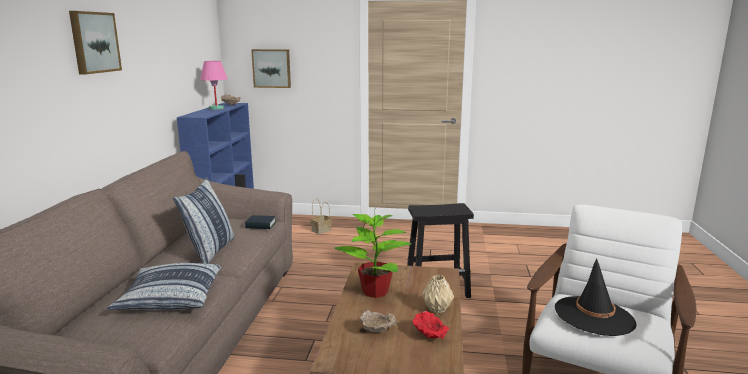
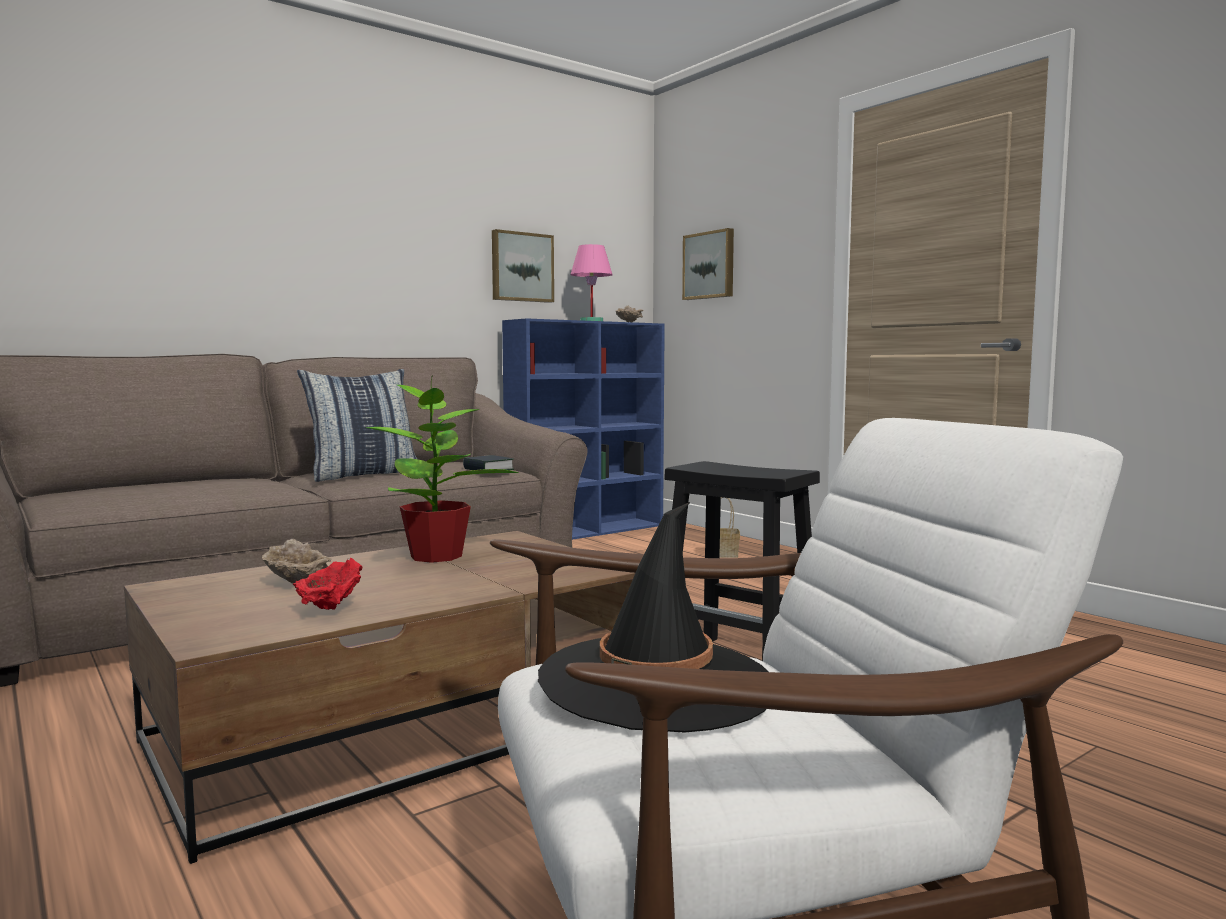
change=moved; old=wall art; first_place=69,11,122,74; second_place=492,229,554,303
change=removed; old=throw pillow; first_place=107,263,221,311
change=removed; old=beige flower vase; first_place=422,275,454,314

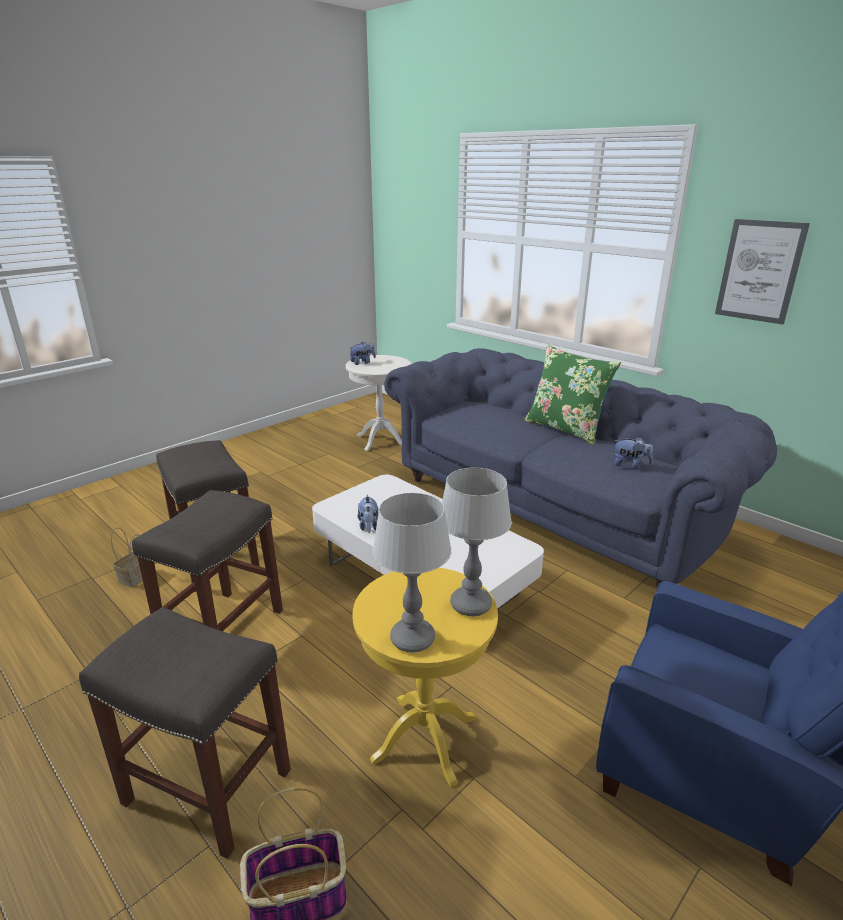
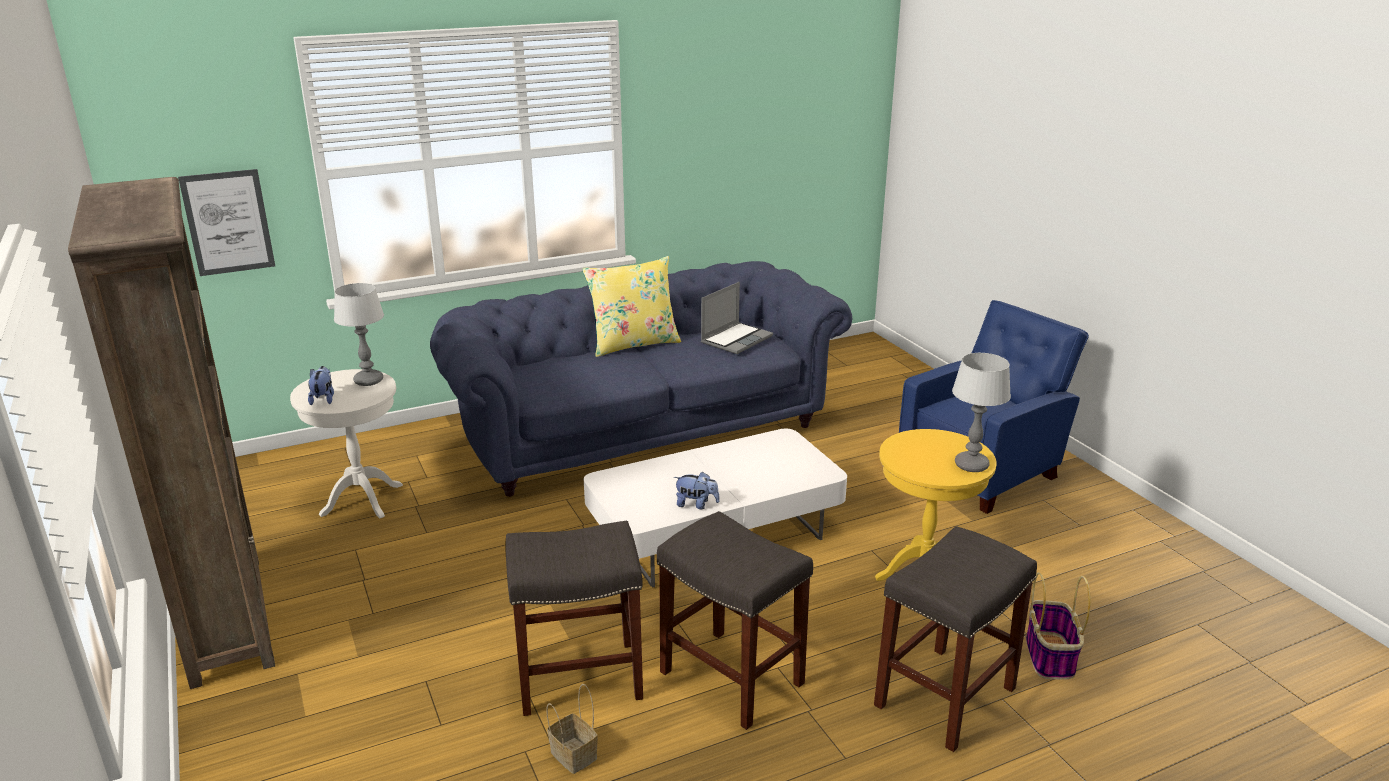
change=moved; old=wall art; first_place=715,219,810,325; second_place=178,169,275,276
change=recoloured; old=green-coloured throw pillow; new=yellowish throw pillow; first_place=524,345,621,444; second_place=582,256,681,357
change=replaced; old=soft toy; new=laptop; first_place=613,437,653,469; second_place=701,282,773,354
change=moved; old=tabletop lamp; first_place=442,468,512,616; second_place=334,283,384,386
change=added; new=brownish bookshelf; second_place=68,177,275,689

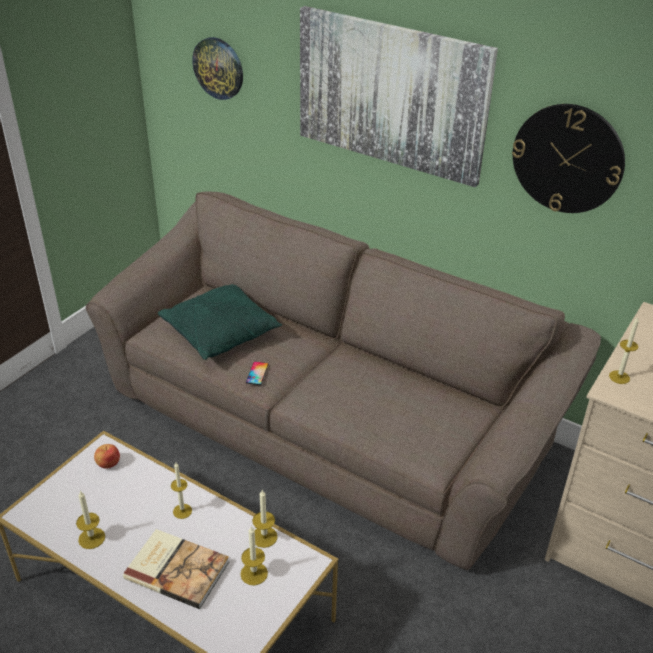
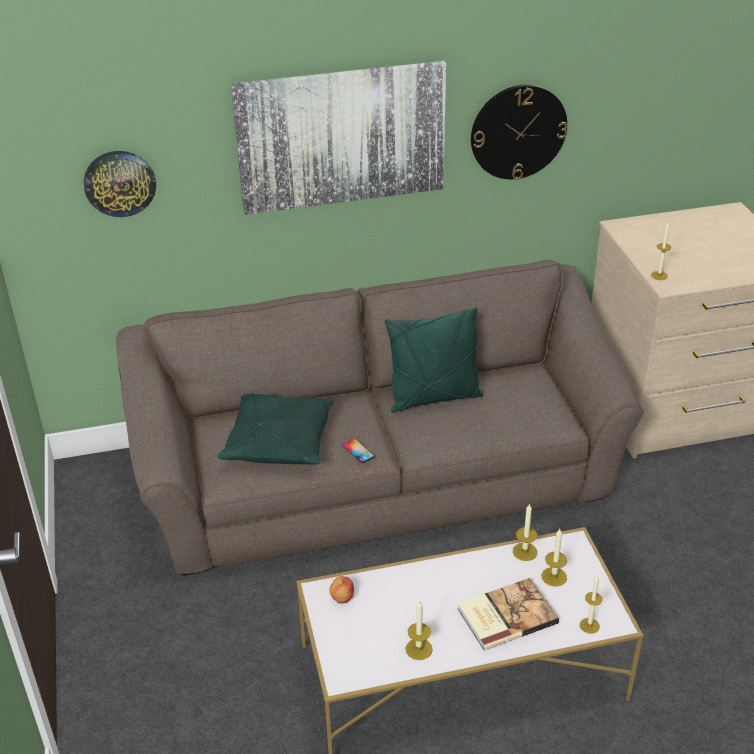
change=moved; old=wax candle; first_place=171,463,192,519; second_place=580,575,602,634
change=added; new=green-coloured throw pillow; second_place=385,307,483,412

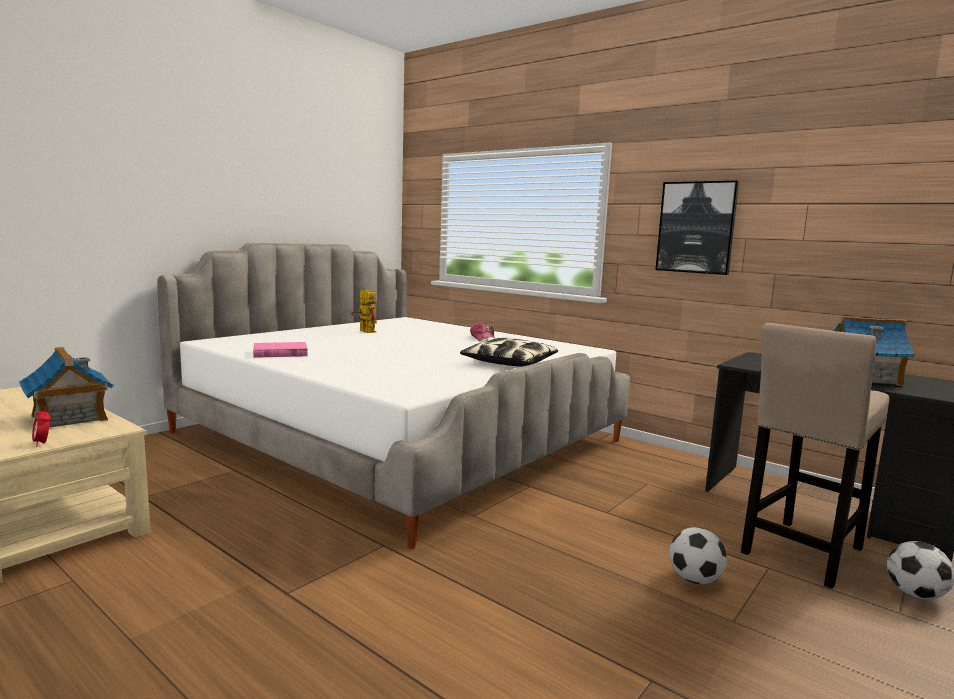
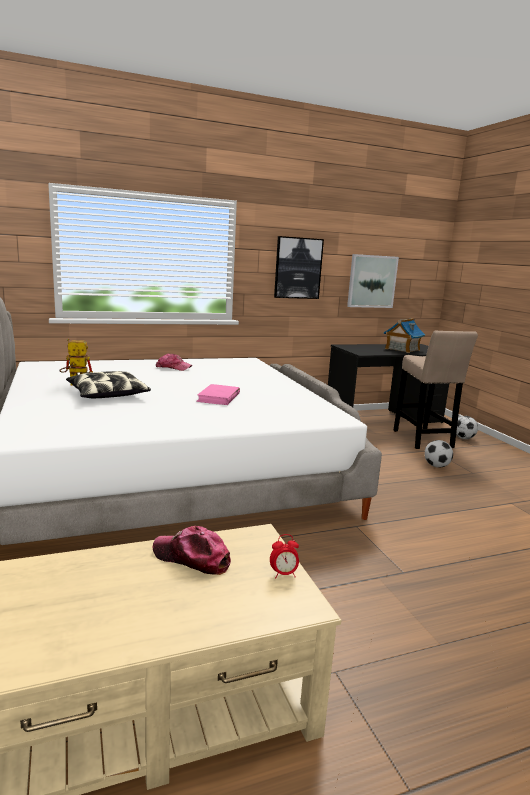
change=moved; old=throw pillow; first_place=460,338,558,366; second_place=66,371,151,398
change=moved; old=pinkish book; first_place=253,342,308,358; second_place=196,384,240,405
change=replaced; old=miniature house; new=peaked cap; first_place=19,347,114,428; second_place=153,526,231,575
change=added; new=wall art; second_place=347,254,399,308

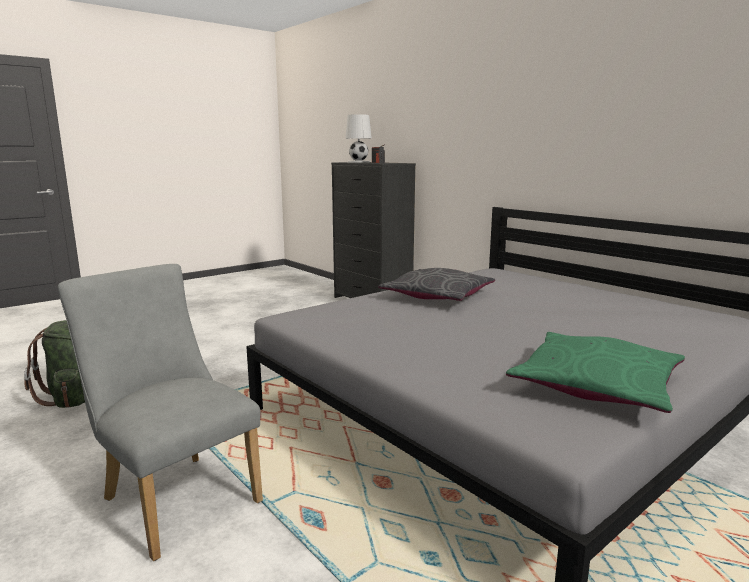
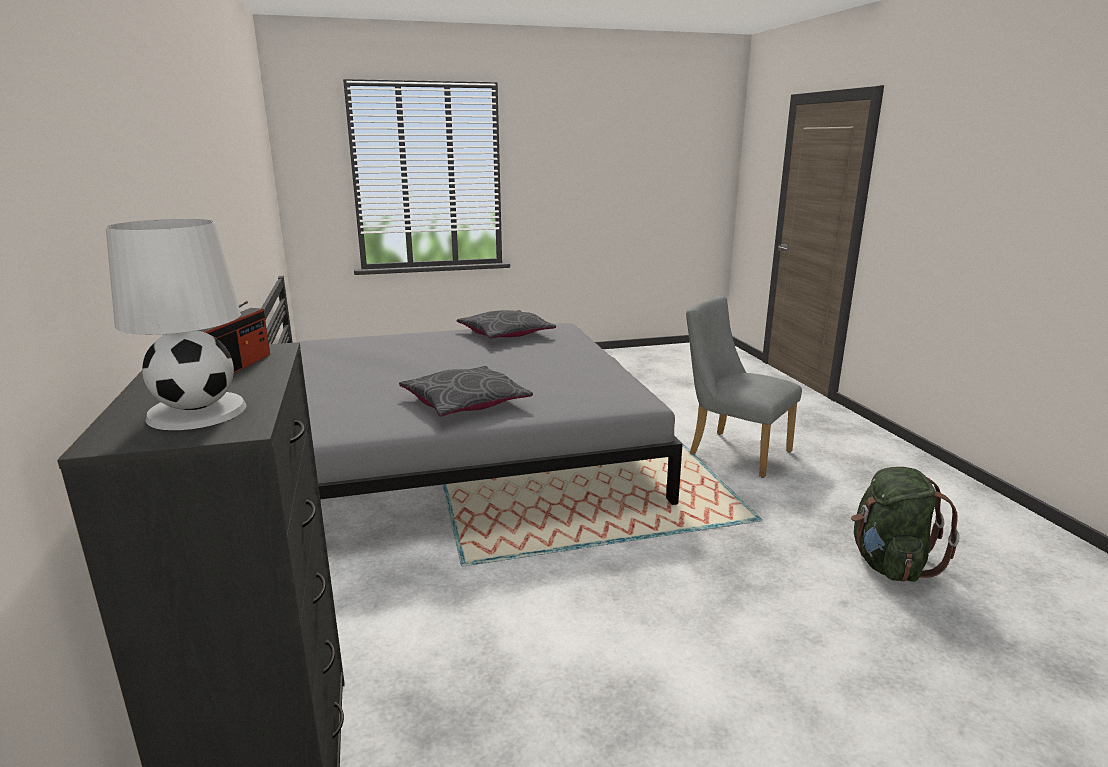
change=turned; old=gray chair; first_place=58,264,263,561; second_place=686,296,802,478; degrees=150
change=recoloured; old=green-coloured throw pillow; new=gray throw pillow; first_place=506,332,685,413; second_place=457,310,556,338

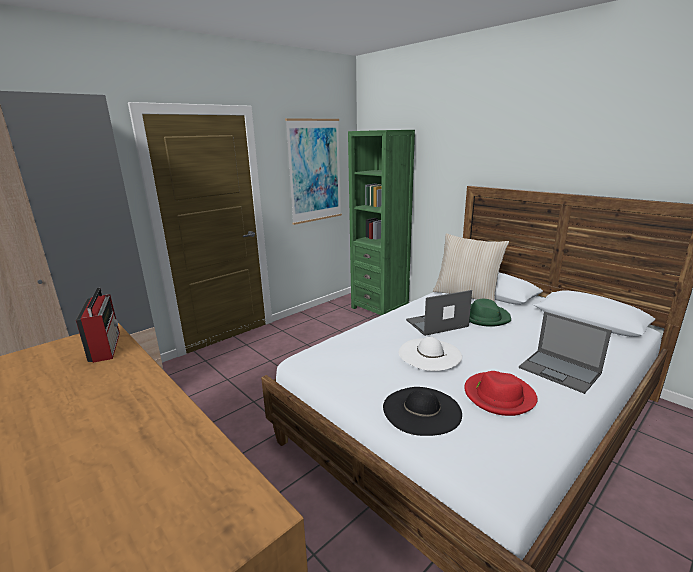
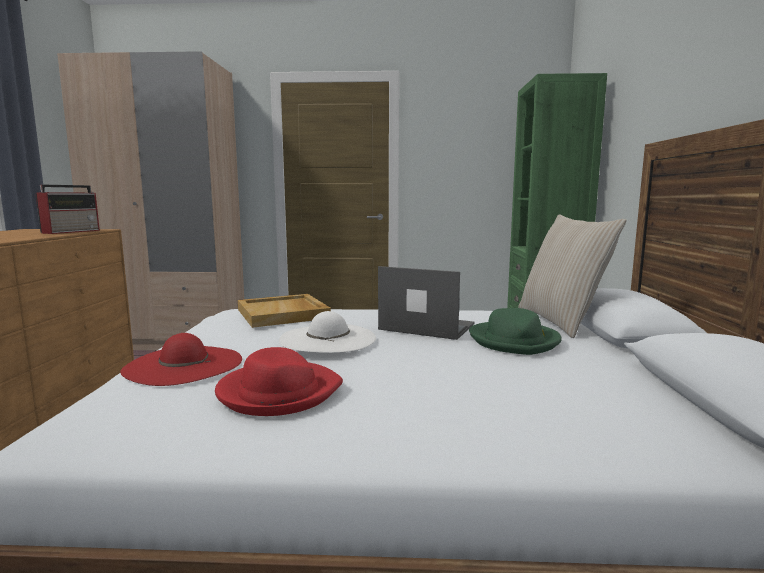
change=removed; old=wall art; first_place=285,118,342,225
change=removed; old=laptop; first_place=519,312,612,394
change=recoloured; old=black hat; new=red-coloured hat; first_place=383,387,462,436; second_place=120,333,242,386
change=added; new=beige tray; second_place=238,294,331,328

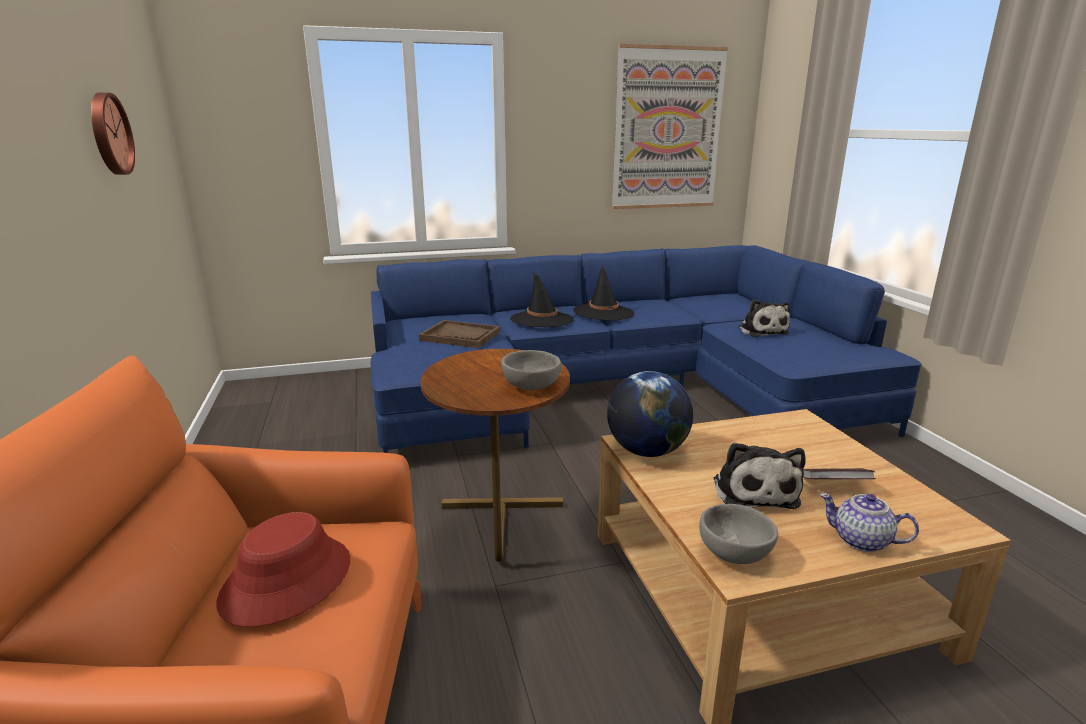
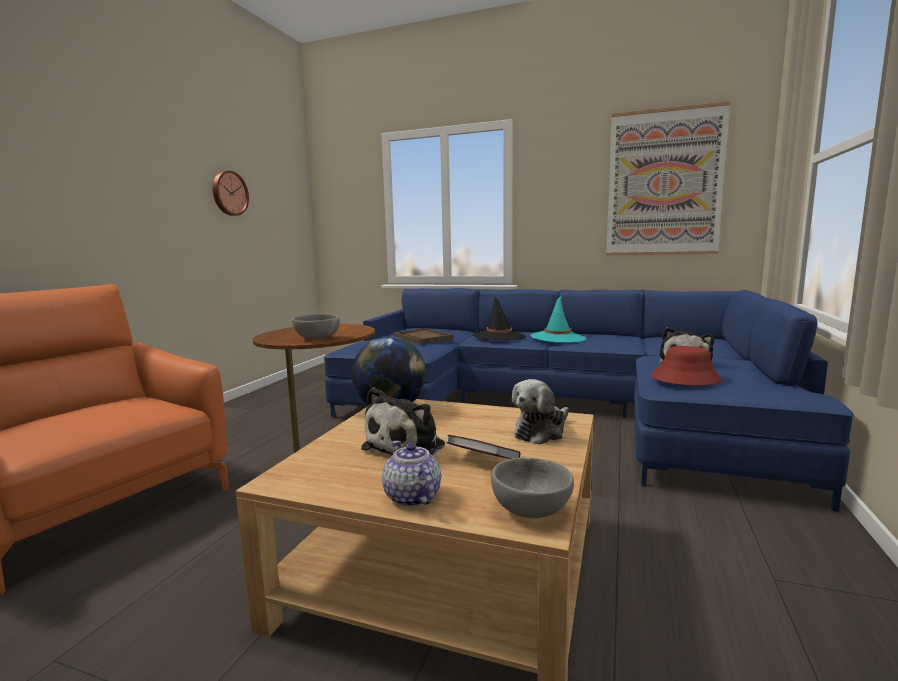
change=recoloured; old=black hat; new=turquoise hat; first_place=573,266,635,321; second_place=530,296,586,343
change=moved; old=gray bowl; first_place=699,504,778,564; second_place=491,458,574,518
change=moved; old=red-coloured hat; first_place=217,512,350,627; second_place=651,346,722,385
change=added; new=soft toy; second_place=511,379,569,445

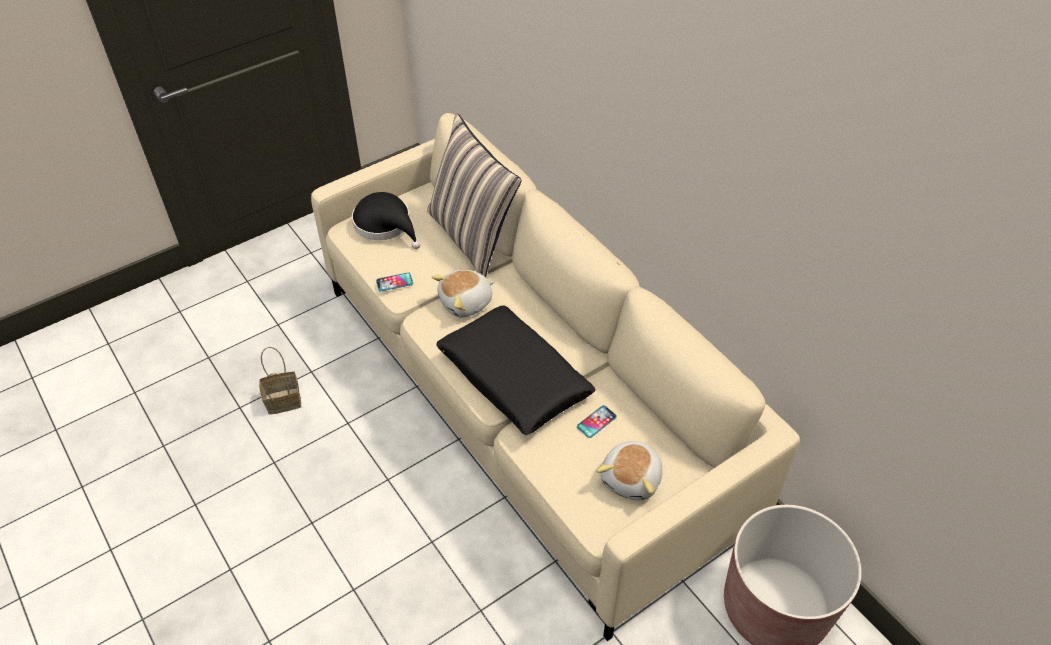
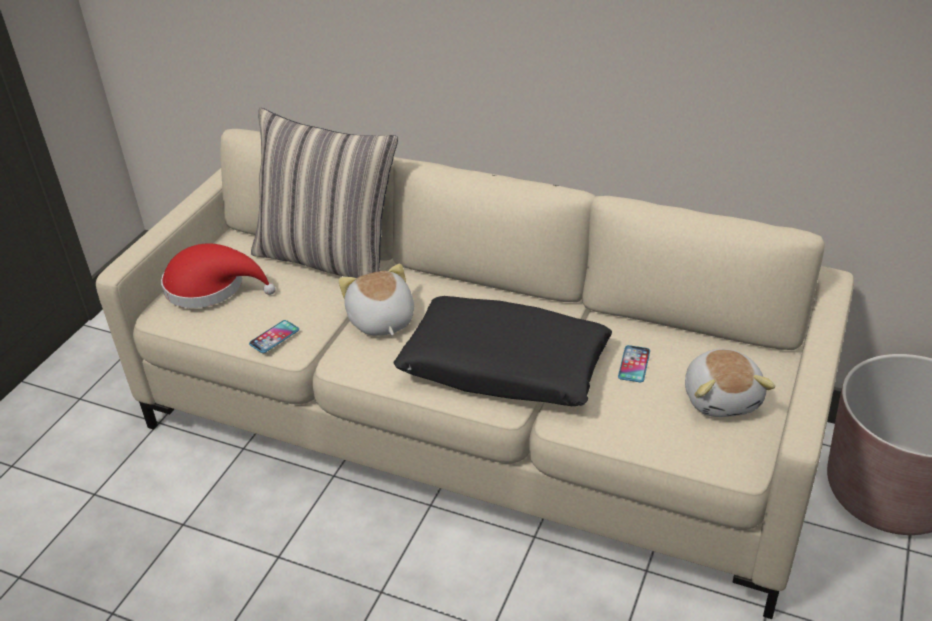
change=recoloured; old=black hat; new=red-coloured hat; first_place=352,192,420,249; second_place=161,243,276,308
change=turned; old=soft toy; first_place=432,269,495,317; second_place=338,264,414,336; degrees=135
change=removed; old=household basket; first_place=259,347,301,415

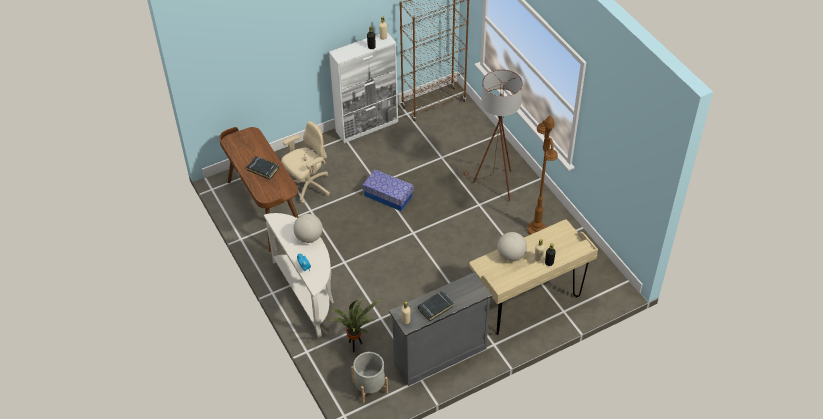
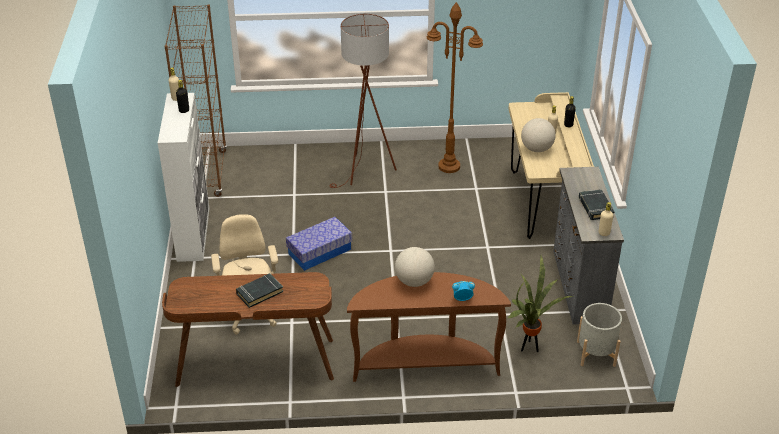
change=recoloured; old=white-coloured narrow table; new=brownish narrow table; first_place=264,213,334,338; second_place=347,272,511,382

